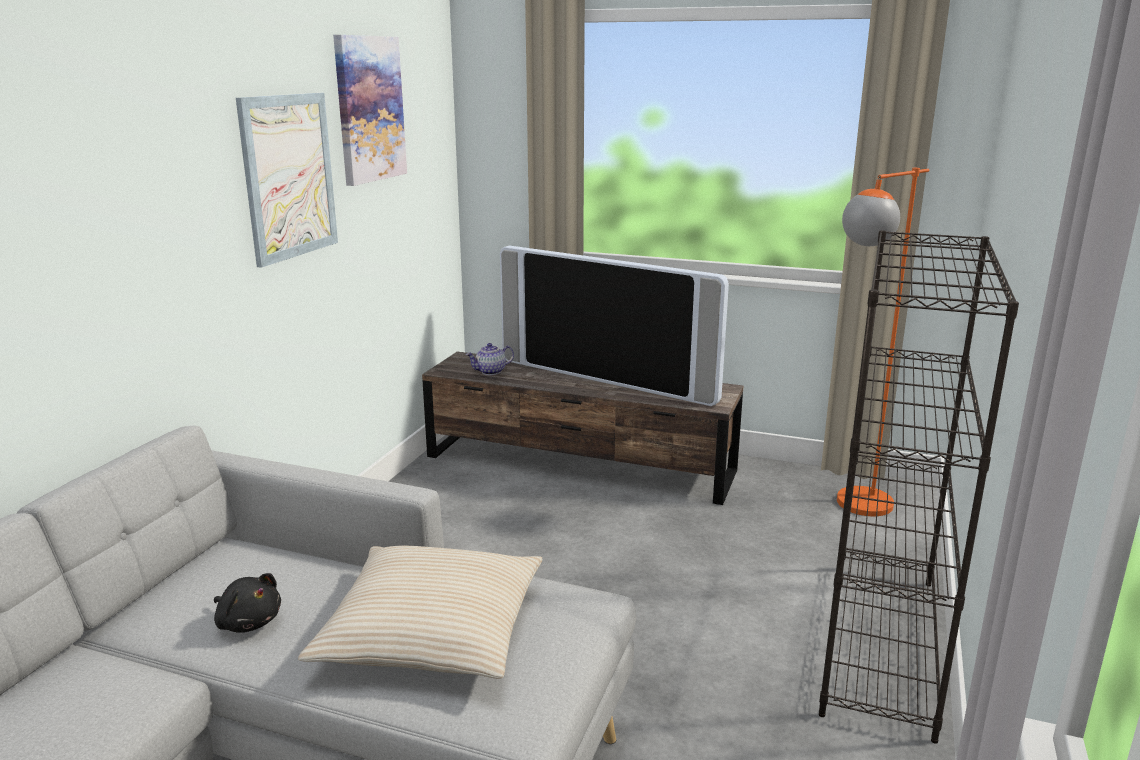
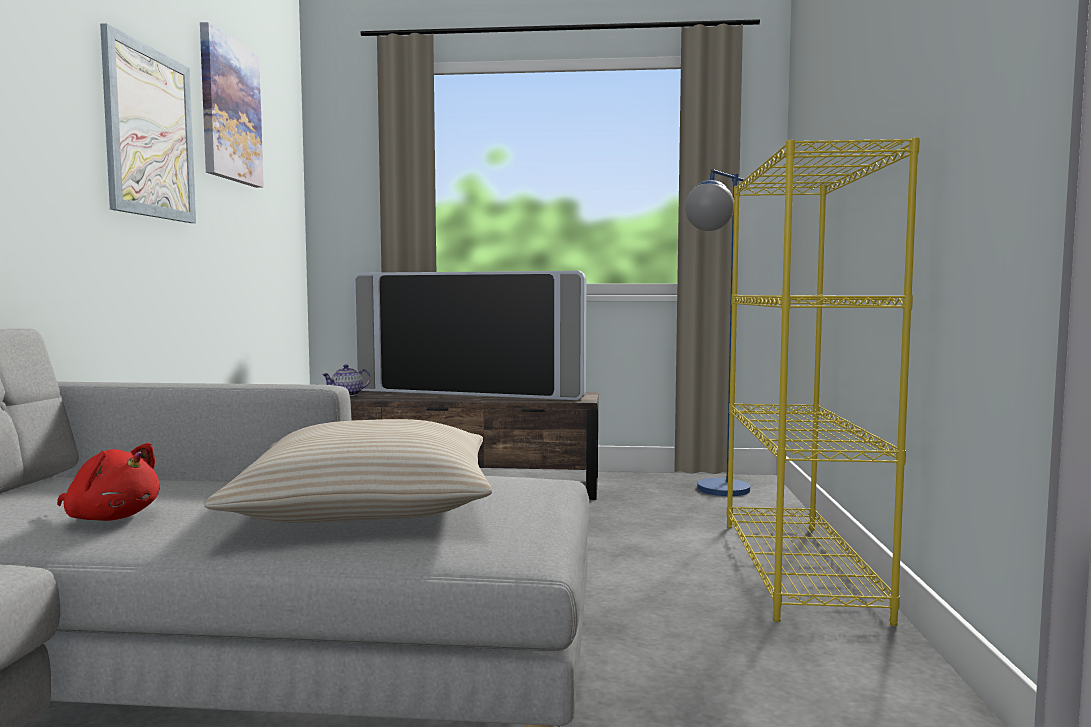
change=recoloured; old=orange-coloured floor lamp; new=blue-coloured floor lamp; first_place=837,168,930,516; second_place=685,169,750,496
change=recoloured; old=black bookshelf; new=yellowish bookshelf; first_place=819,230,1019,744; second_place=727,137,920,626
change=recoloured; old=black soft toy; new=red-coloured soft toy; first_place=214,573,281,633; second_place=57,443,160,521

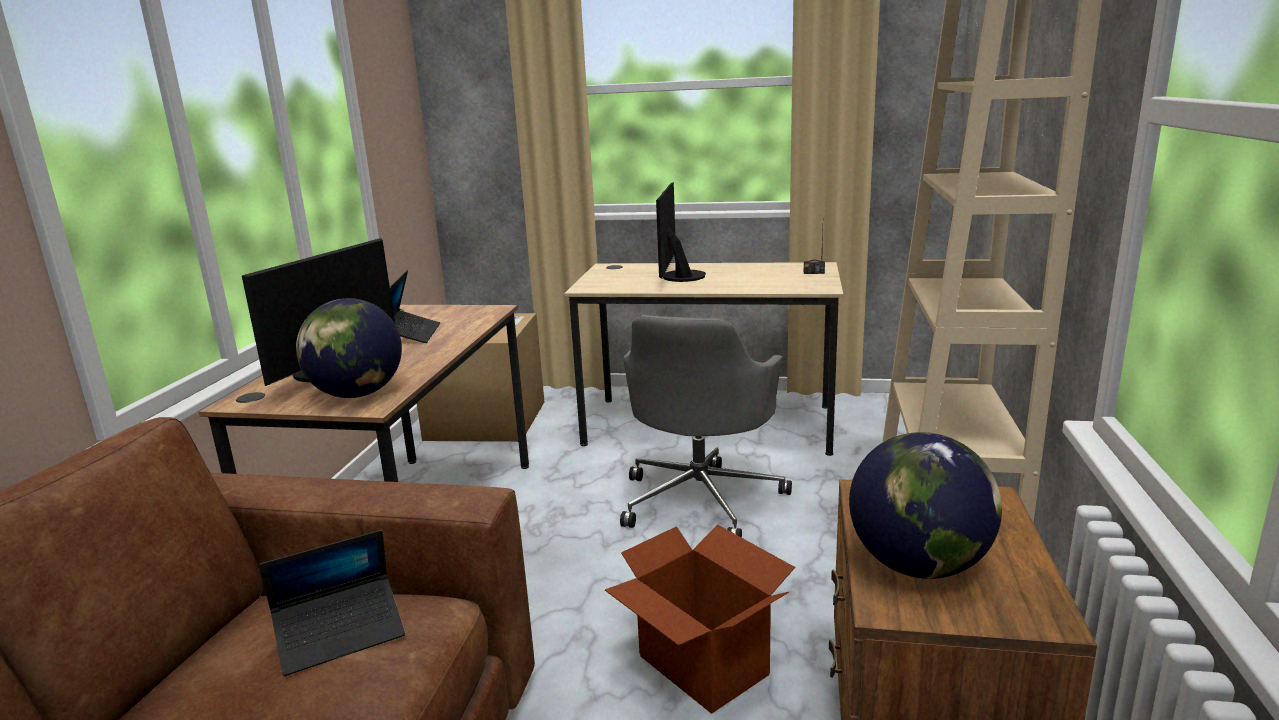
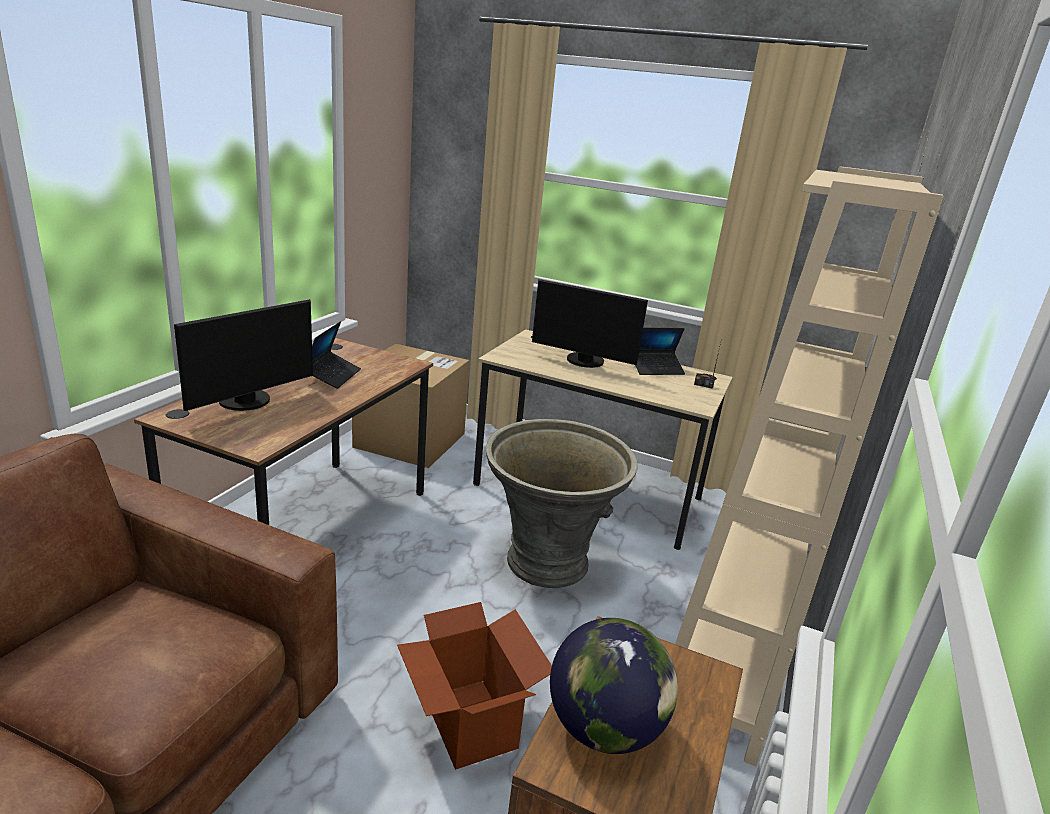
change=turned; old=computer screen; first_place=656,182,706,282; second_place=532,279,648,368; degrees=-90
change=removed; old=world globe; first_place=296,298,402,398
change=replaced; old=gray desk chair; new=gray flower pot; first_place=620,315,792,538; second_place=486,419,637,588
change=moved; old=laptop; first_place=259,530,405,676; second_place=635,328,685,375

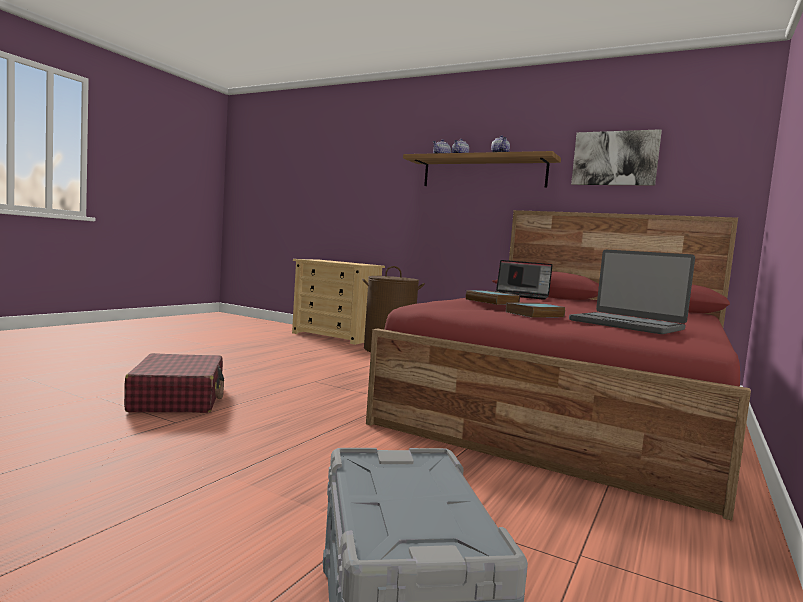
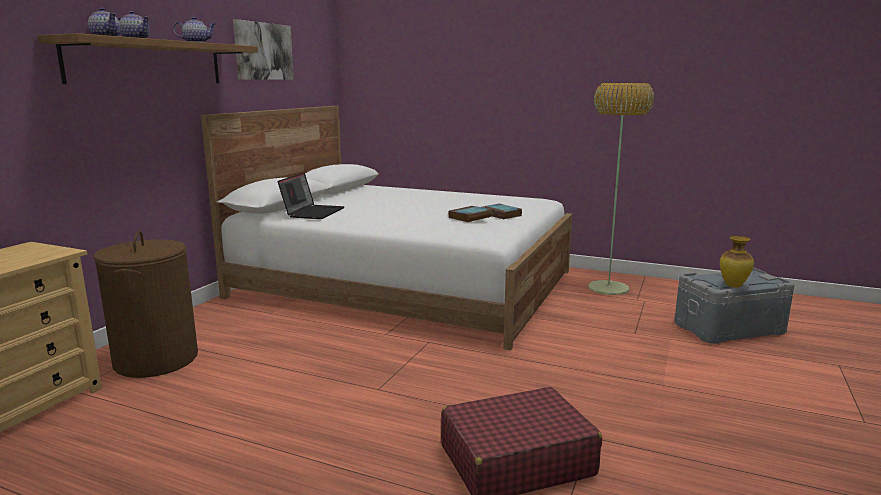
change=recoloured; old=red-coloured sleeping bed; new=white-coloured sleeping bed; first_place=366,210,751,521; second_place=201,106,572,350
change=removed; old=laptop; first_place=569,250,695,334
change=added; new=floor lamp; second_place=588,83,654,295
change=added; new=flower vase; second_place=720,236,754,288

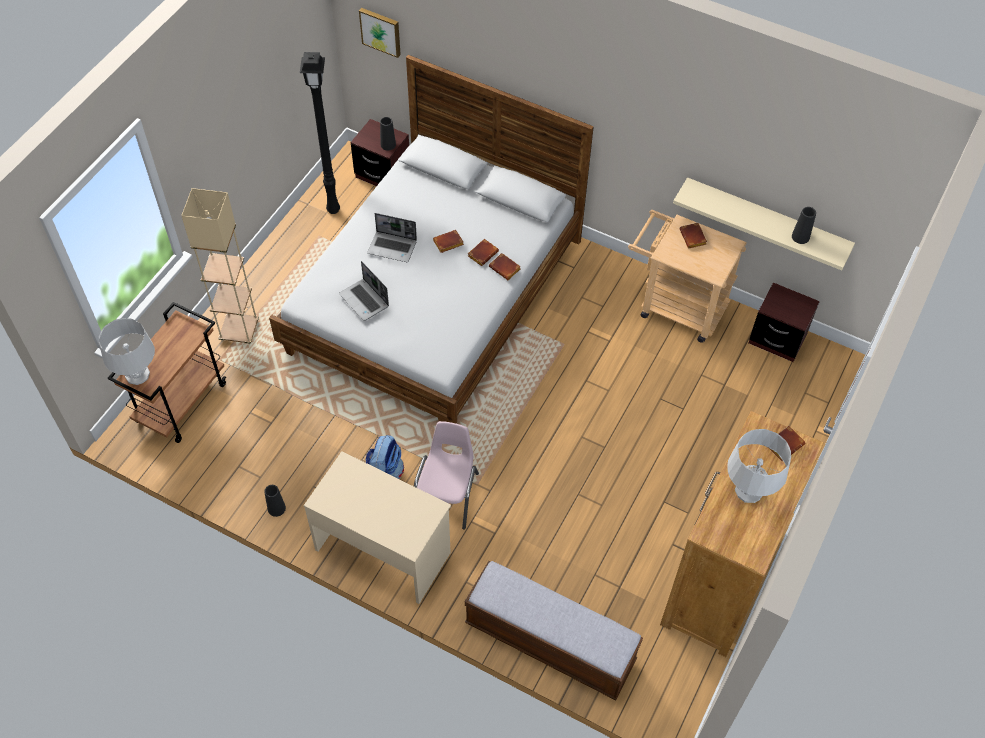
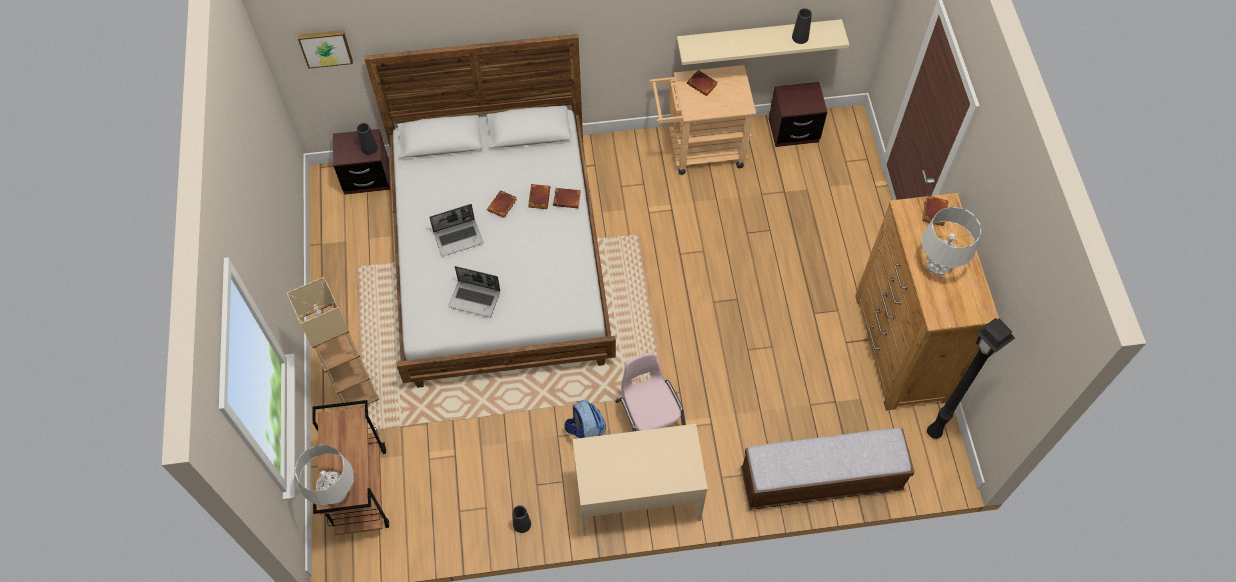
change=moved; old=black floor lamp; first_place=300,52,340,214; second_place=927,318,1015,439

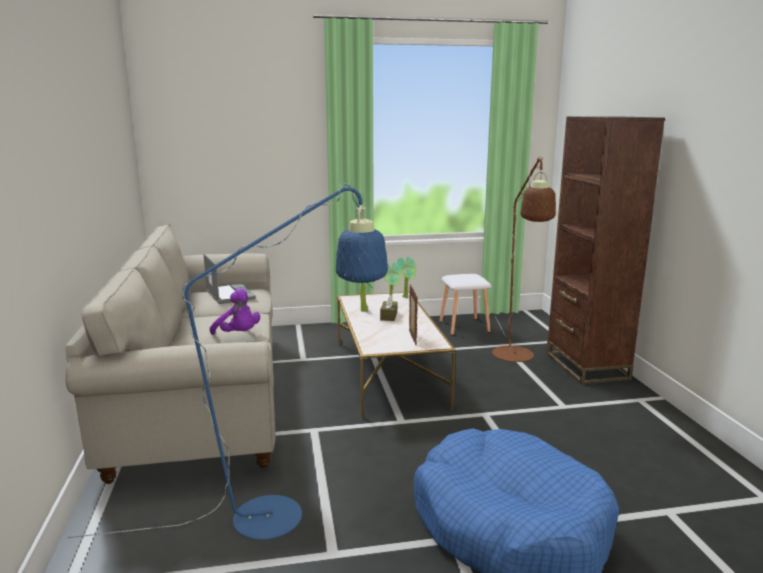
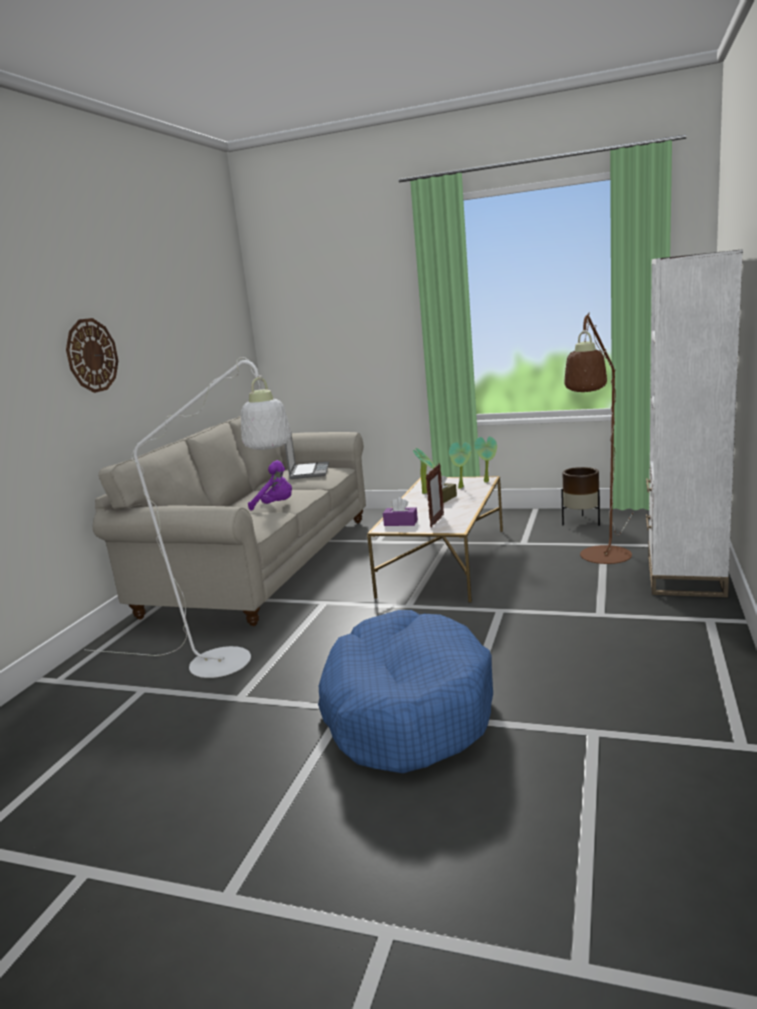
change=recoloured; old=brownish bookshelf; new=white-coloured bookshelf; first_place=546,116,665,384; second_place=646,249,743,597
change=recoloured; old=blue-coloured floor lamp; new=white-coloured floor lamp; first_place=67,184,388,540; second_place=87,357,291,678
change=replaced; old=white-coloured stool seat; new=brownish flower pot; first_place=439,274,492,335; second_place=561,467,600,526
change=turned; old=purplish soft toy; first_place=210,289,260,335; second_place=248,460,292,511; degrees=-45
change=added; new=hanging clock; second_place=66,318,118,393
change=added; new=purplish box of tissues; second_place=383,497,418,526

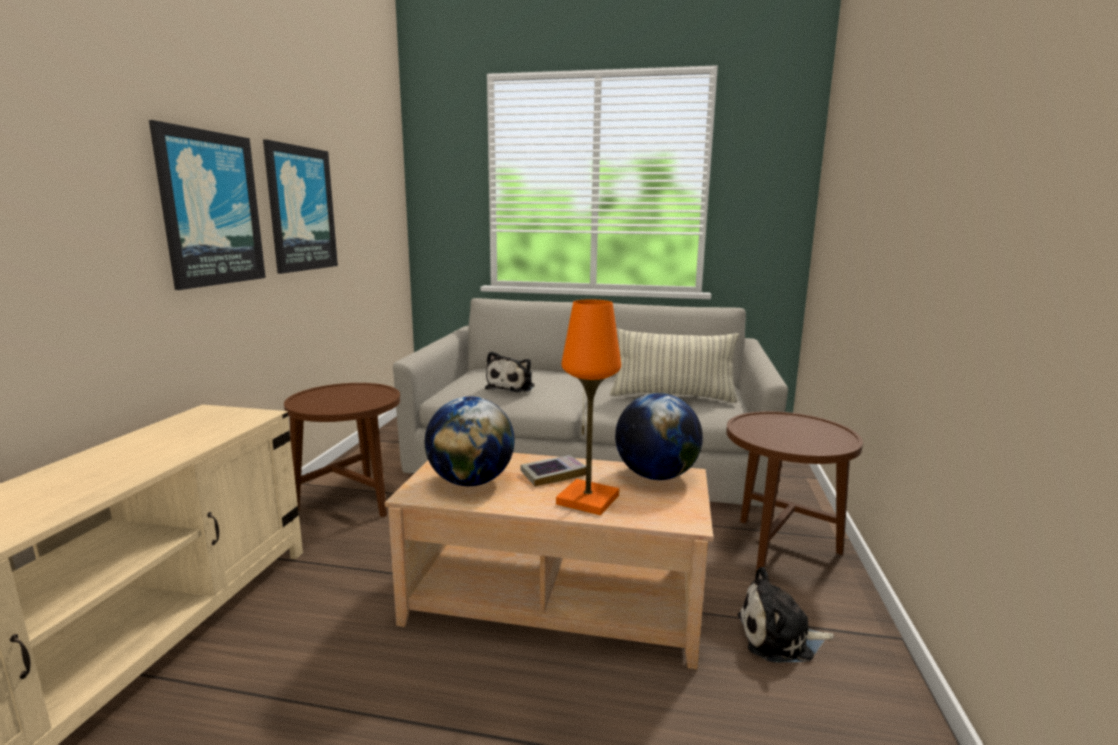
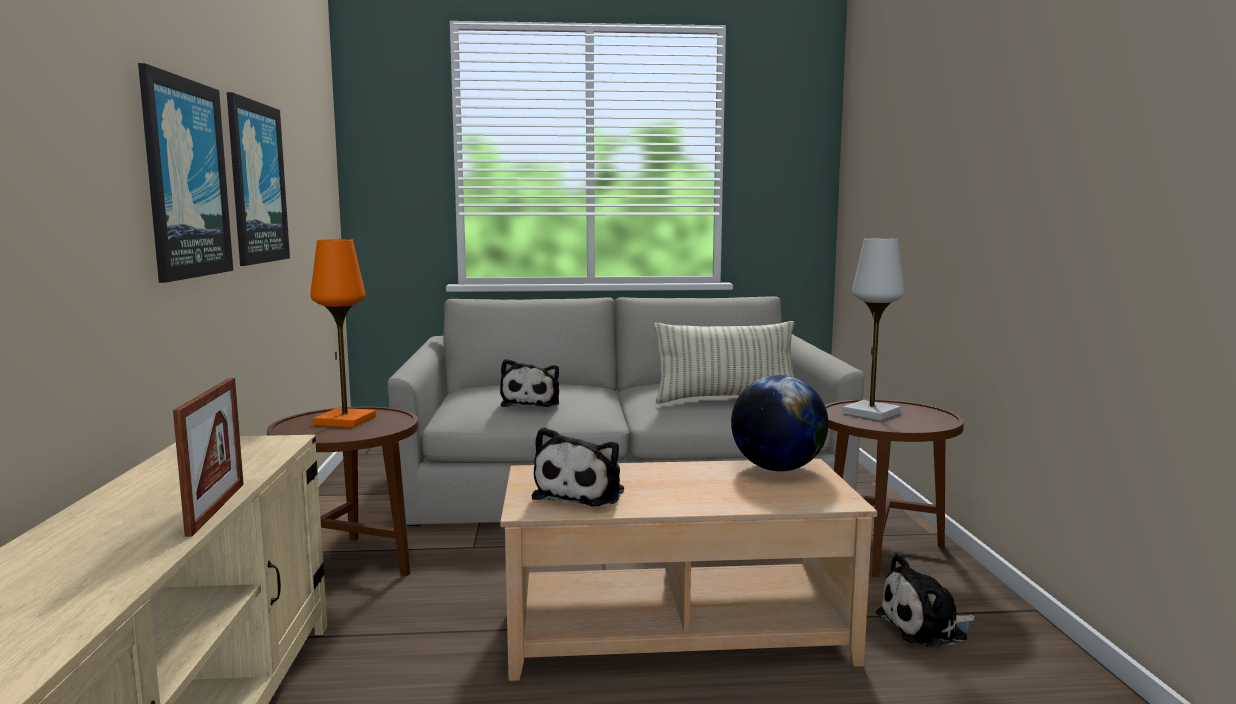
change=moved; old=orange-coloured tabletop lamp; first_place=556,299,621,515; second_place=310,239,376,428
change=replaced; old=world globe; new=soft toy; first_place=425,396,515,486; second_place=532,427,624,506
change=removed; old=book; first_place=520,455,586,487
change=added; new=white-coloured tabletop lamp; second_place=842,238,905,421
change=added; new=photo frame; second_place=173,378,244,537

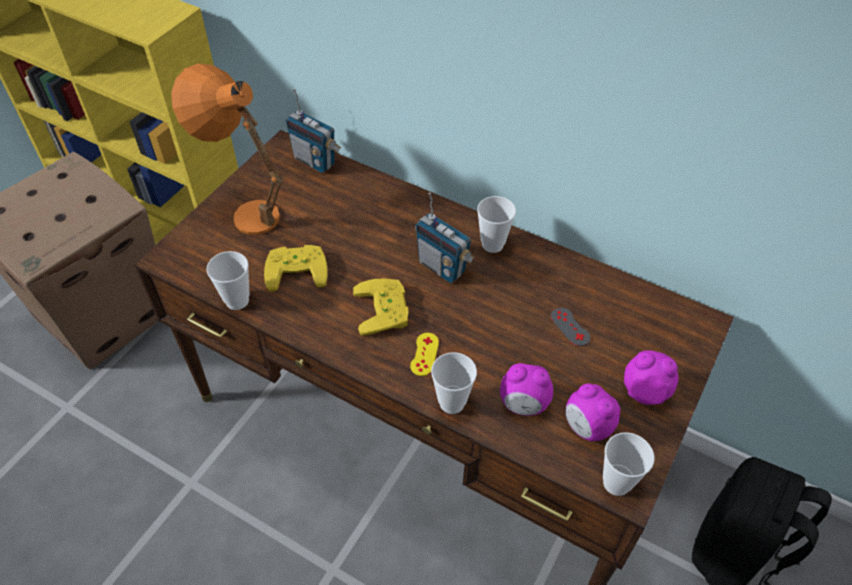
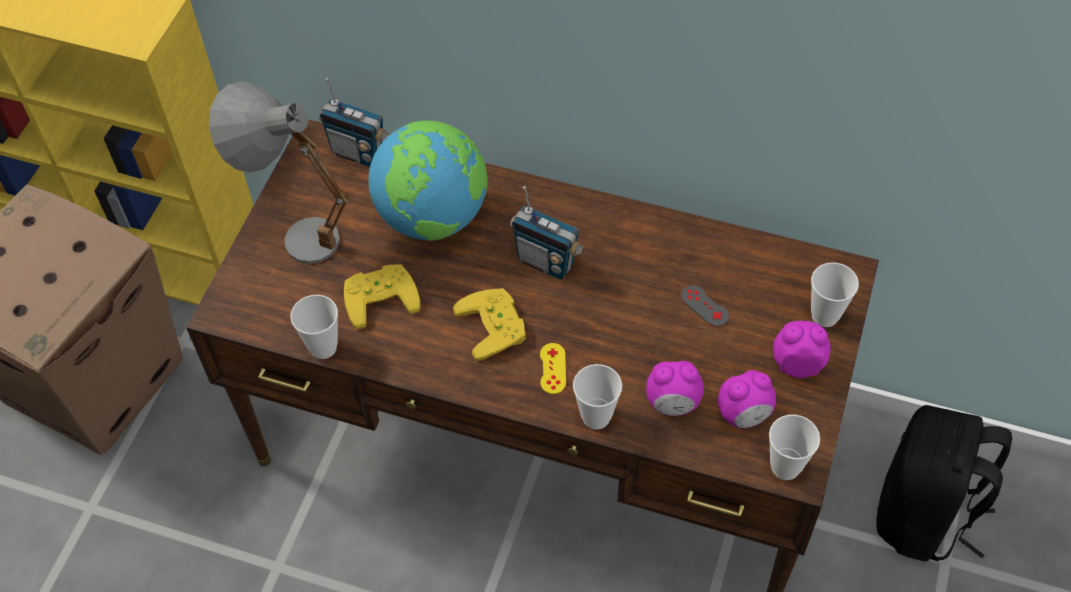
change=recoloured; old=orange-coloured tabletop lamp; new=gray tabletop lamp; first_place=171,64,283,235; second_place=209,81,350,264
change=moved; old=cup; first_place=477,196,516,253; second_place=811,262,859,327
change=turned; old=table clock; first_place=565,384,621,441; second_place=718,370,776,428; degrees=-60
change=added; new=world globe; second_place=368,121,488,241

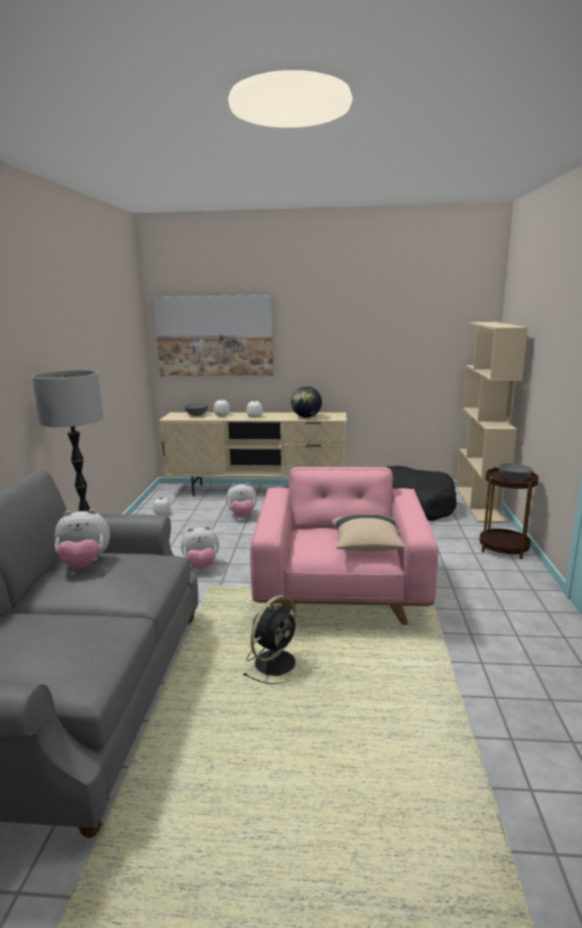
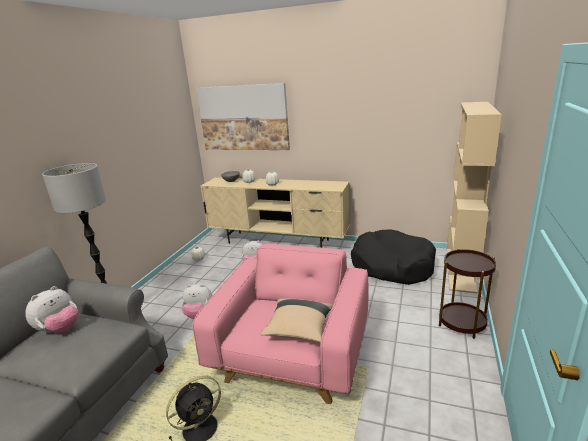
change=removed; old=world globe; first_place=291,386,322,418
change=removed; old=gray bowl; first_place=499,463,533,482
change=turned; old=soft toy; first_place=55,509,110,568; second_place=25,286,79,333; degrees=-60

